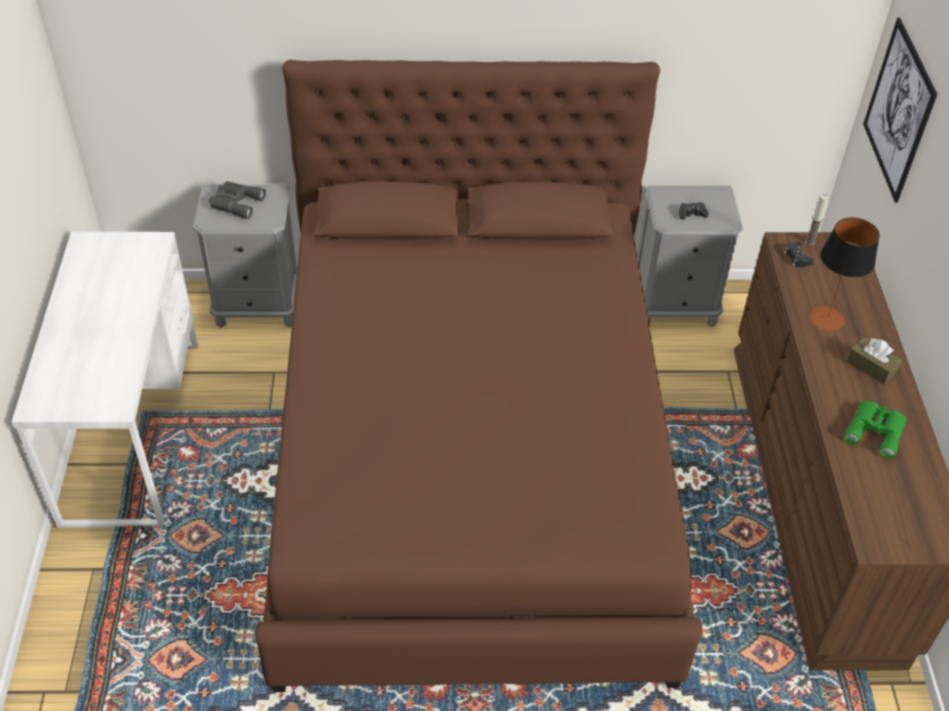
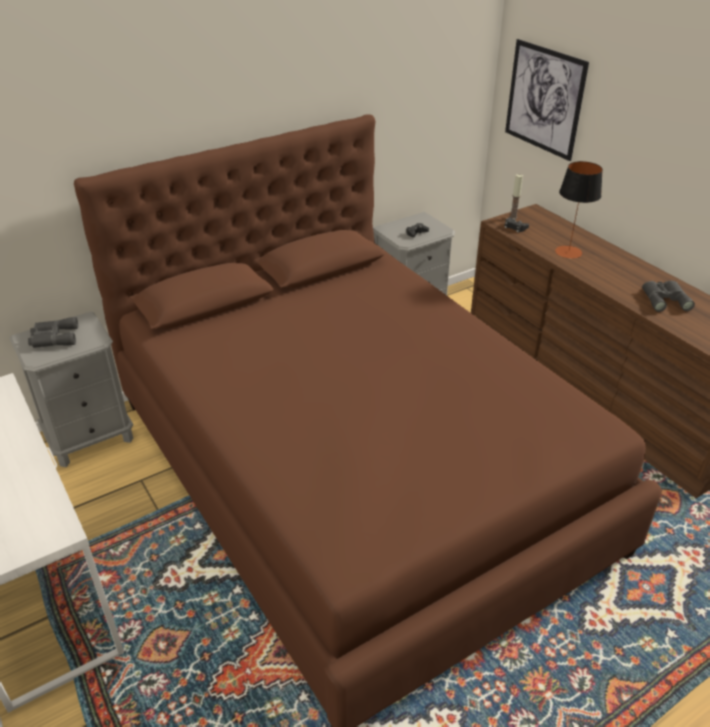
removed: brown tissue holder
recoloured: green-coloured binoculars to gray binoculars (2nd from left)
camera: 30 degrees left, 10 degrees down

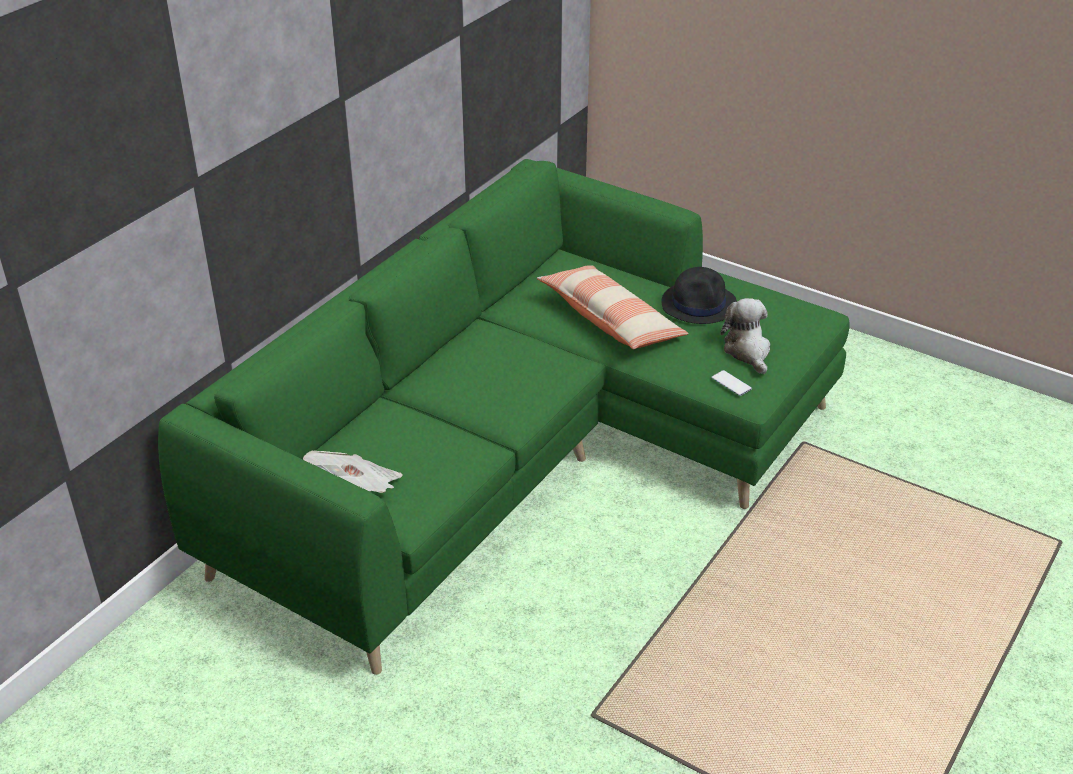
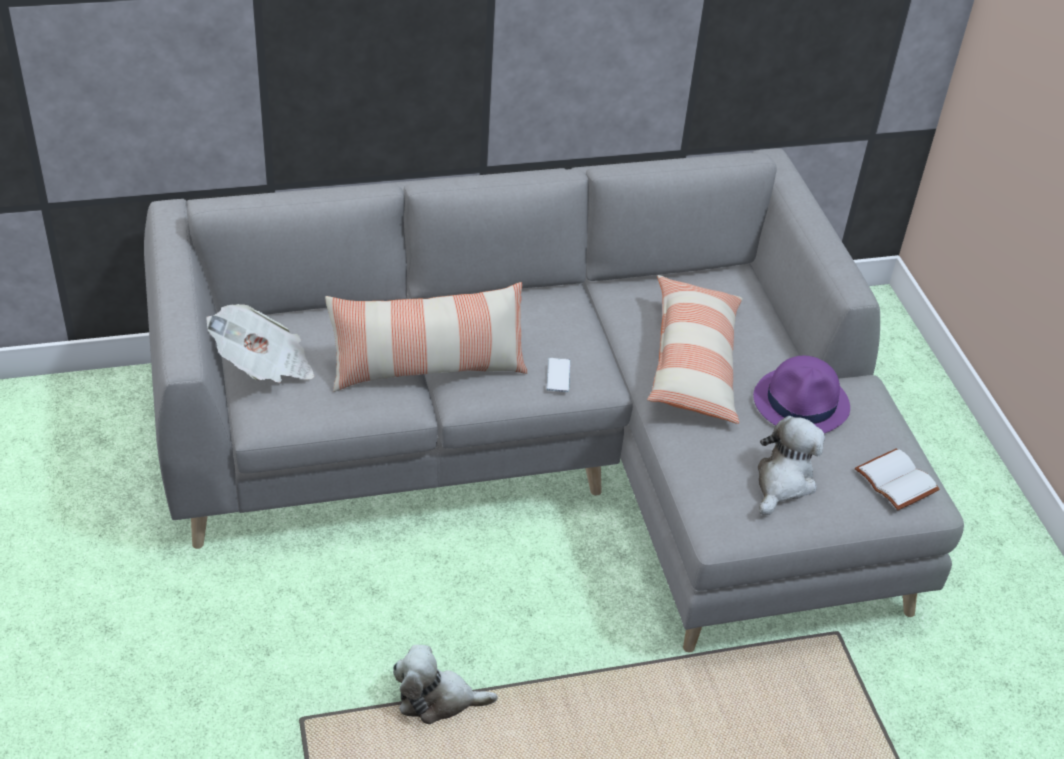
added: pillow (1st from left); whitish book; plush toy (1st from left)
moved: handset
recoloured: green-coloured couch to gray couch; blackish hat to purplish hat
camera: 40 degrees right, 5 degrees up

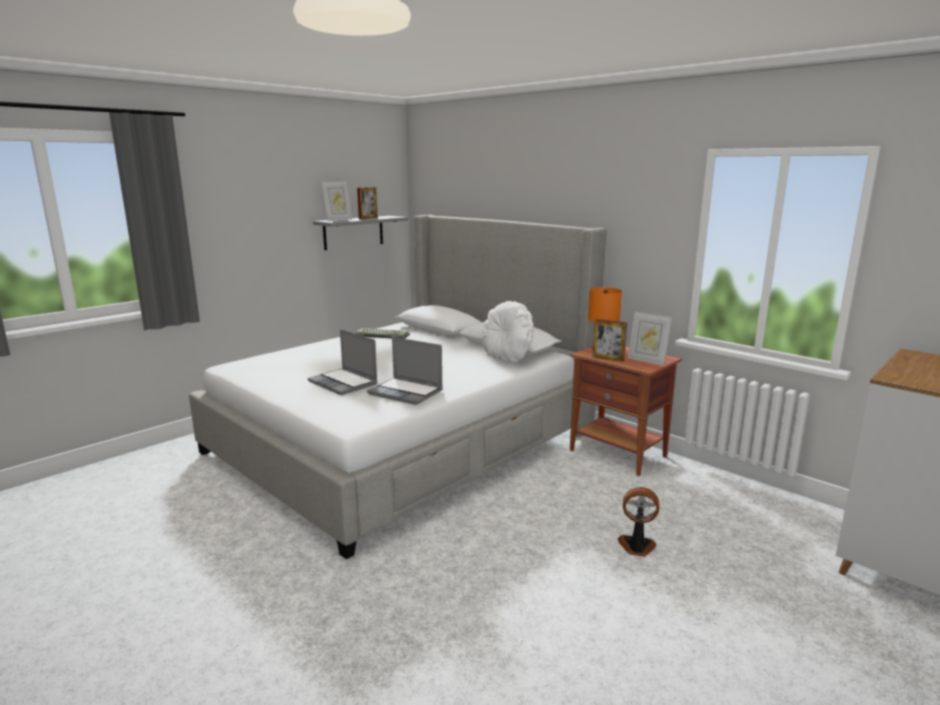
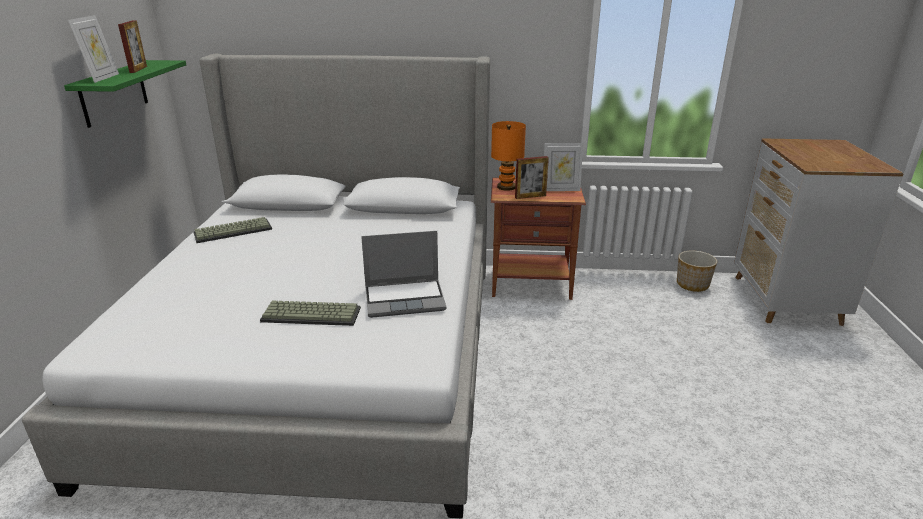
removed: whitish pillow; electric fan
added: flower pot
replaced: notebook computer (1st from left) to PC keyboard (2nd from left)
recoloured: gray bracket shelf to green-coloured bracket shelf
camera: 40 degrees left, 10 degrees up

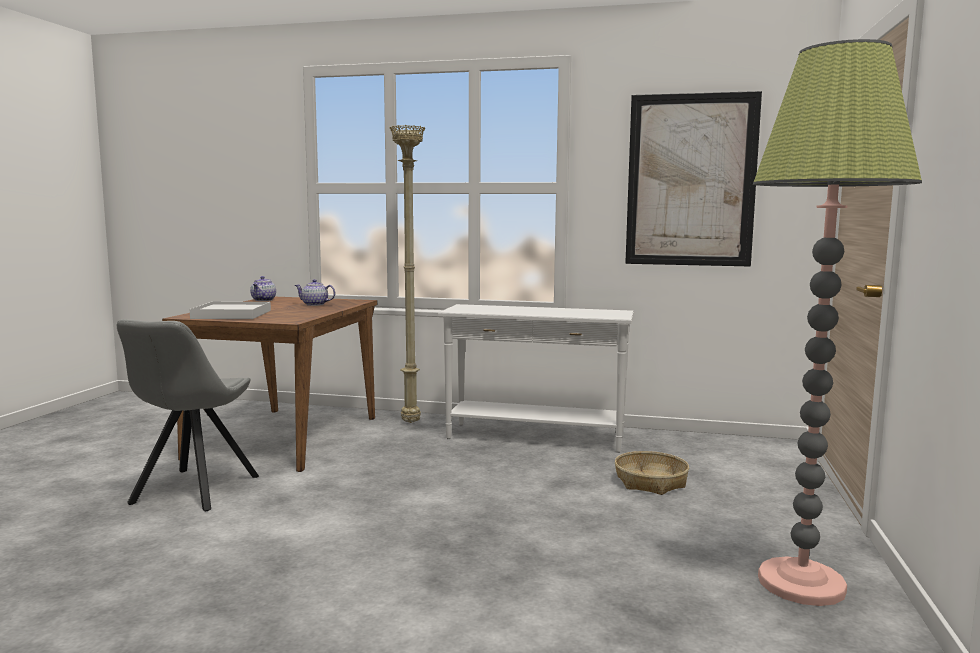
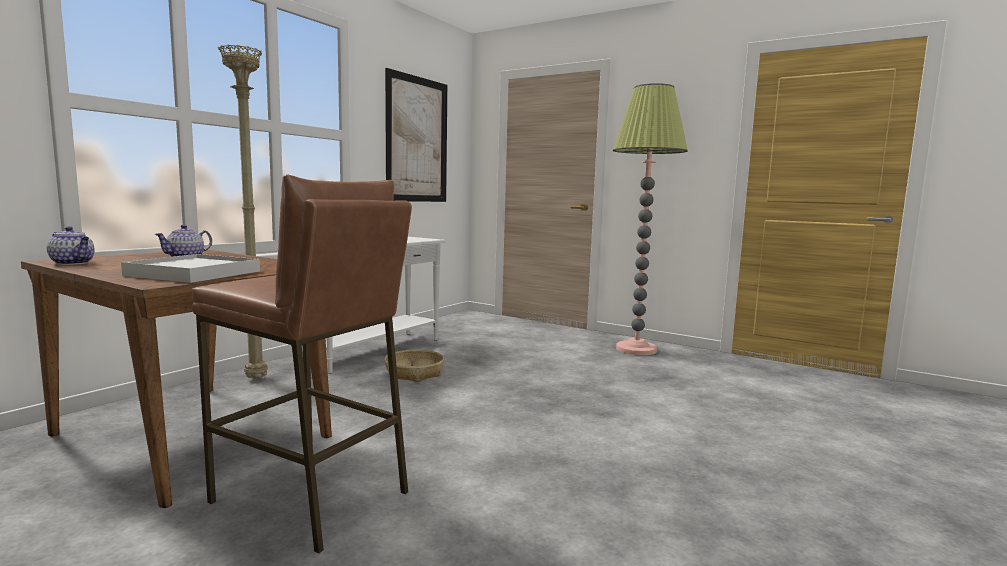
moved: basket
replaced: gray upright chair to brown stool
camera: 70 degrees left, 0 degrees up

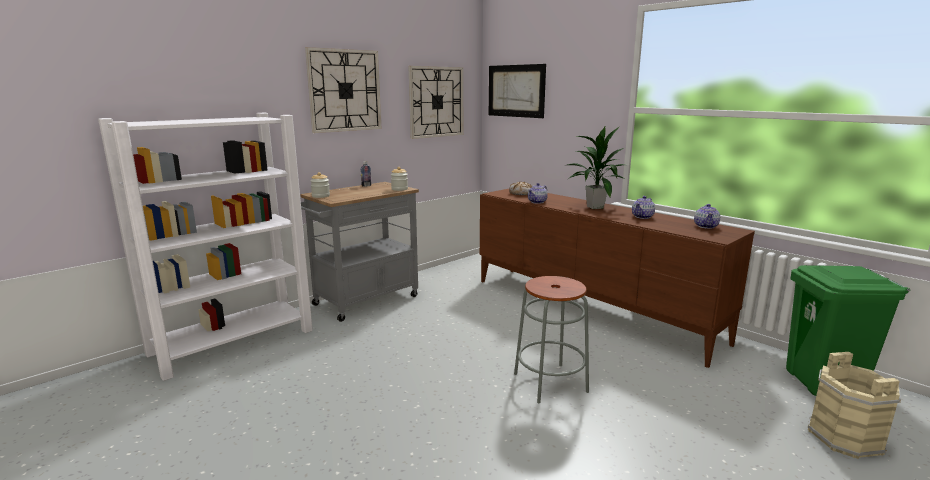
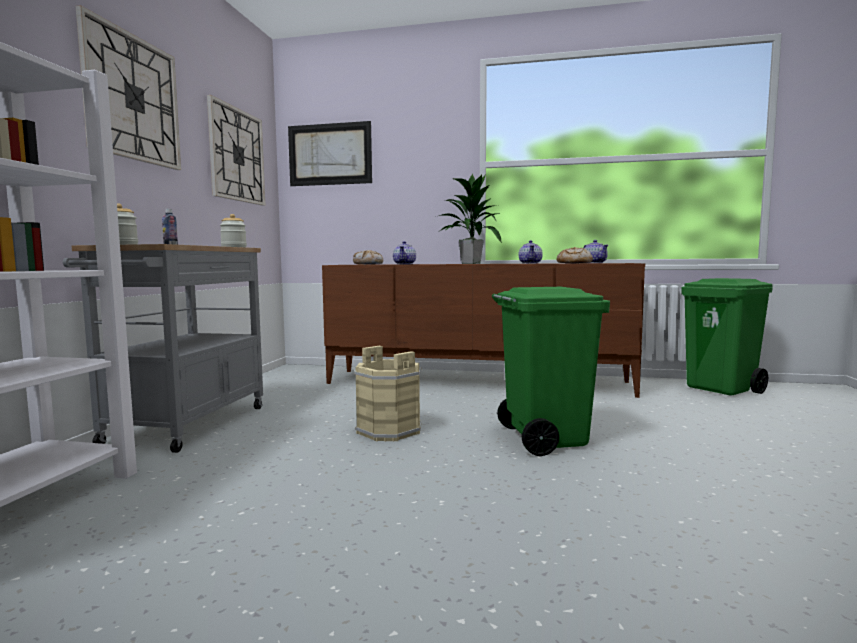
added: baked bread (2nd from left)
moved: beige-coloured pail
replaced: gray stool to green-coloured rubbish bin (1st from left)
camera: 35 degrees left, 10 degrees down

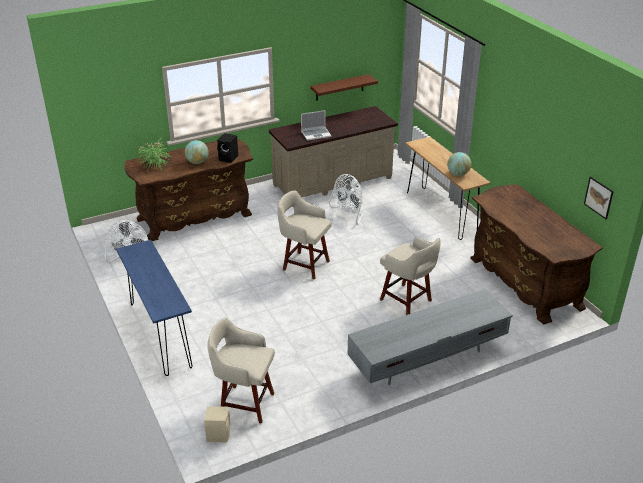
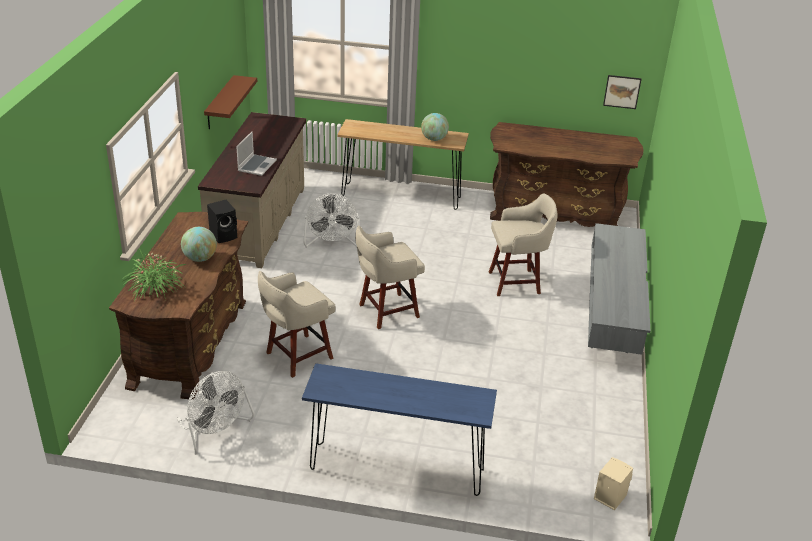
moved: beige-coloured stool (1st from left)
camera: 55 degrees left, 0 degrees up

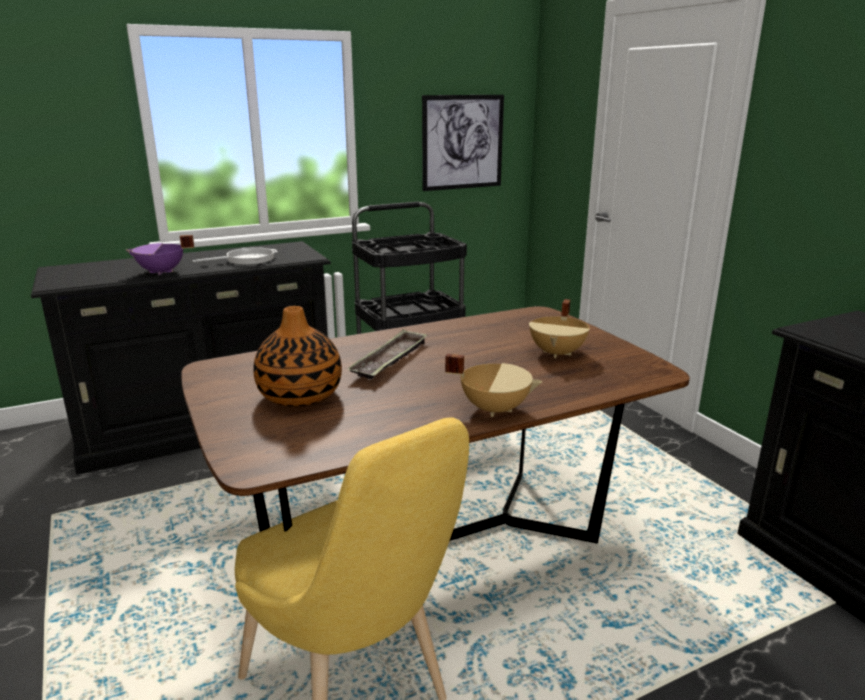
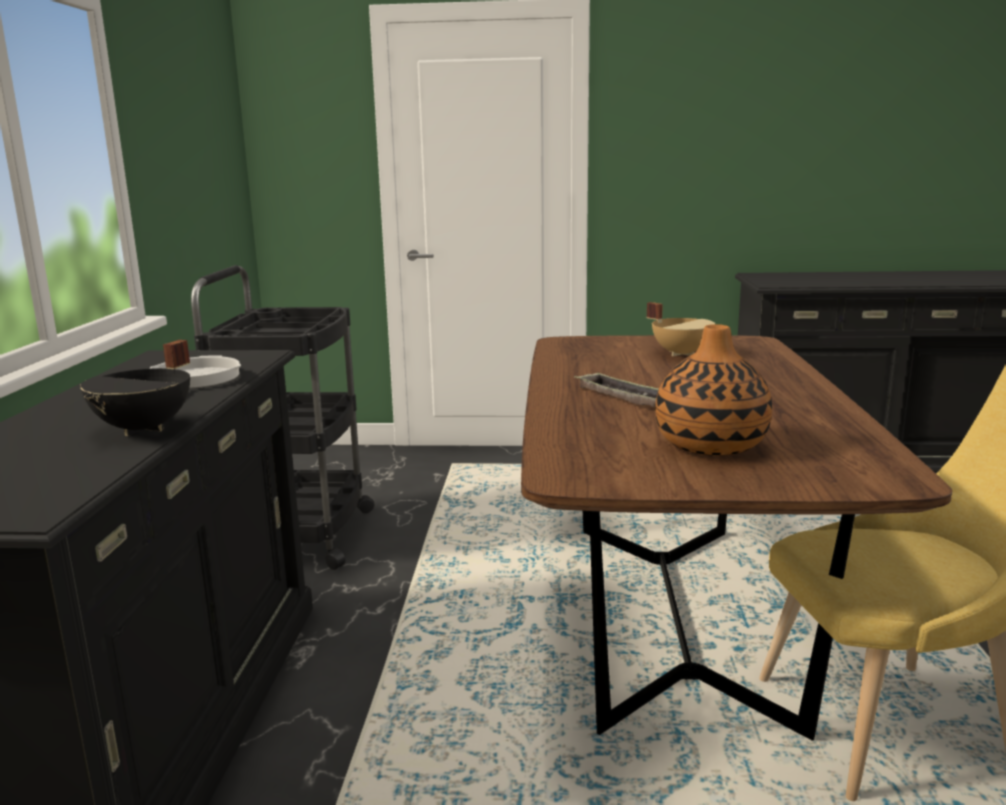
removed: picture; beige-coloured saucepot (1st from left)
recoloured: purplish saucepot to blackish saucepot
camera: 60 degrees left, 5 degrees down

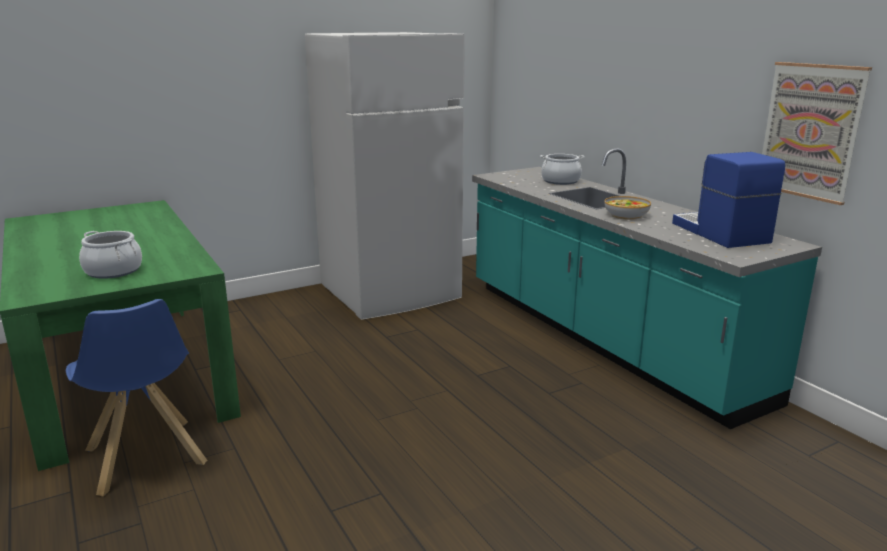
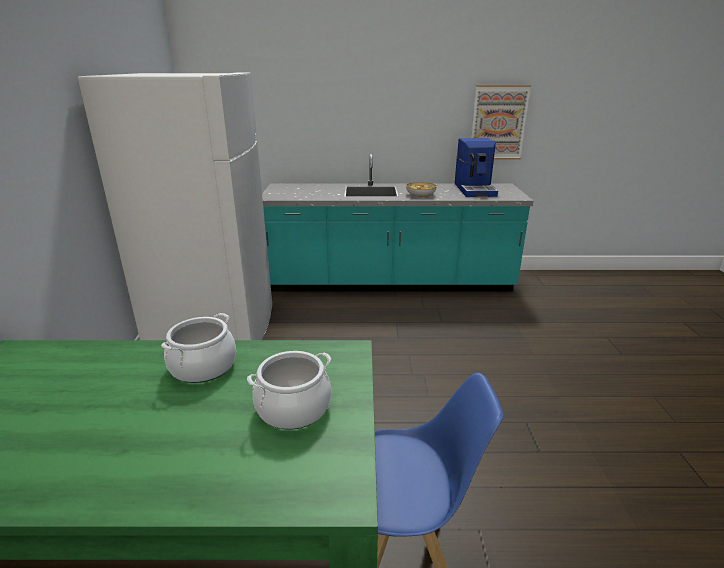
moved: saucepot (2nd from left in the first image) to saucepot (1st from left)
turned: coffee machine 105 degrees counterclockwise
camera: 60 degrees left, 5 degrees up

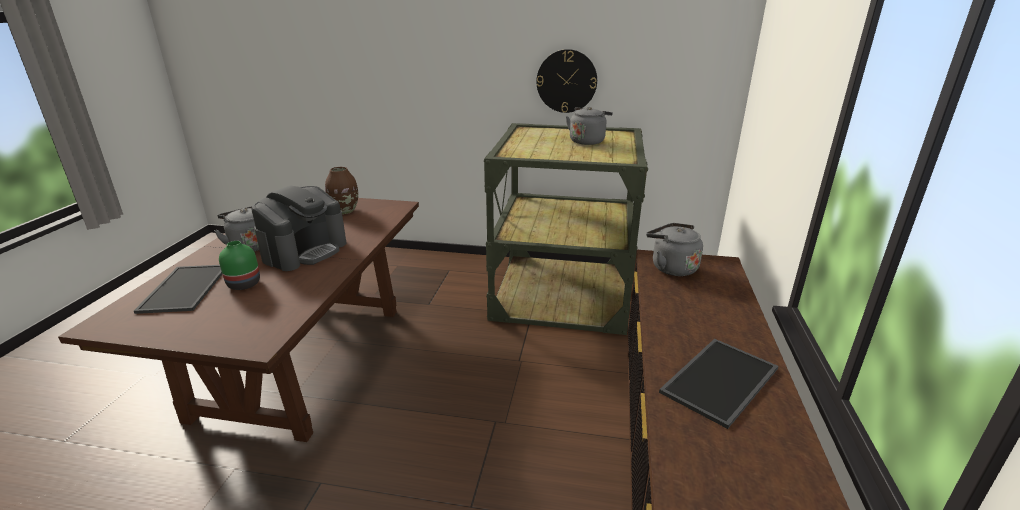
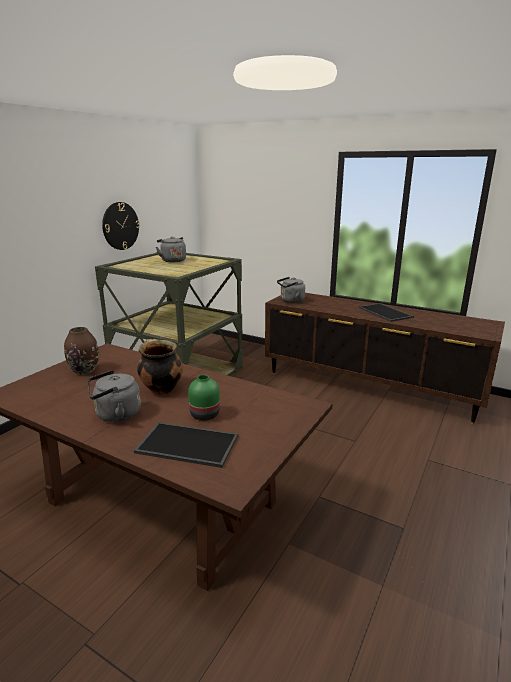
replaced: coffee machine to saucepot
camera: 70 degrees left, 5 degrees down

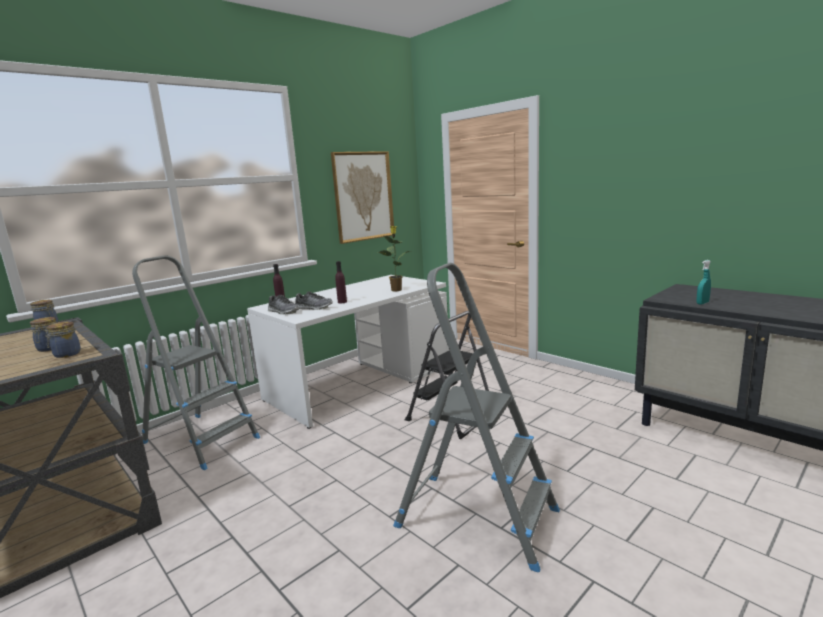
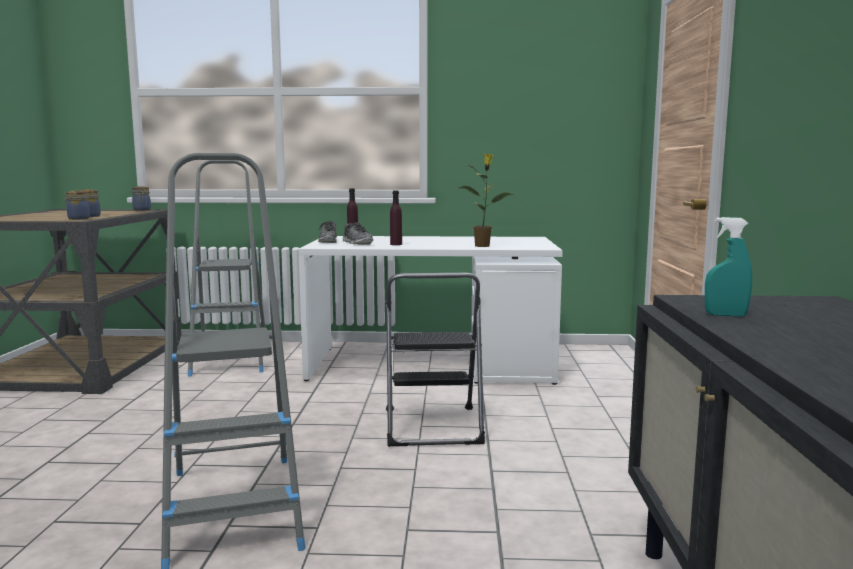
removed: picture
camera: 45 degrees right, 5 degrees down

